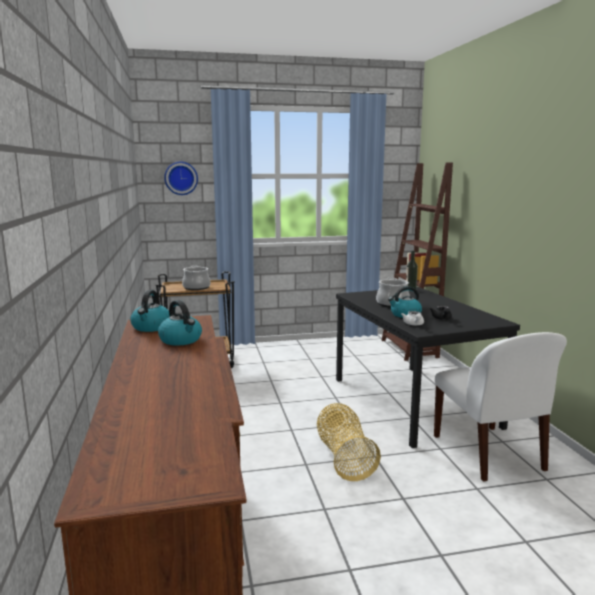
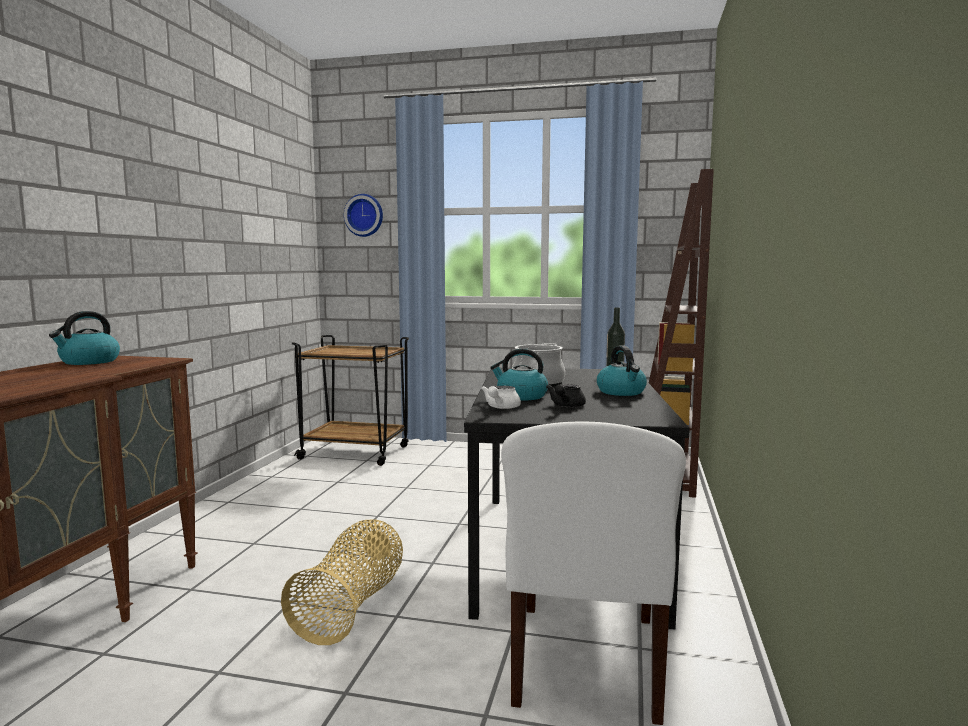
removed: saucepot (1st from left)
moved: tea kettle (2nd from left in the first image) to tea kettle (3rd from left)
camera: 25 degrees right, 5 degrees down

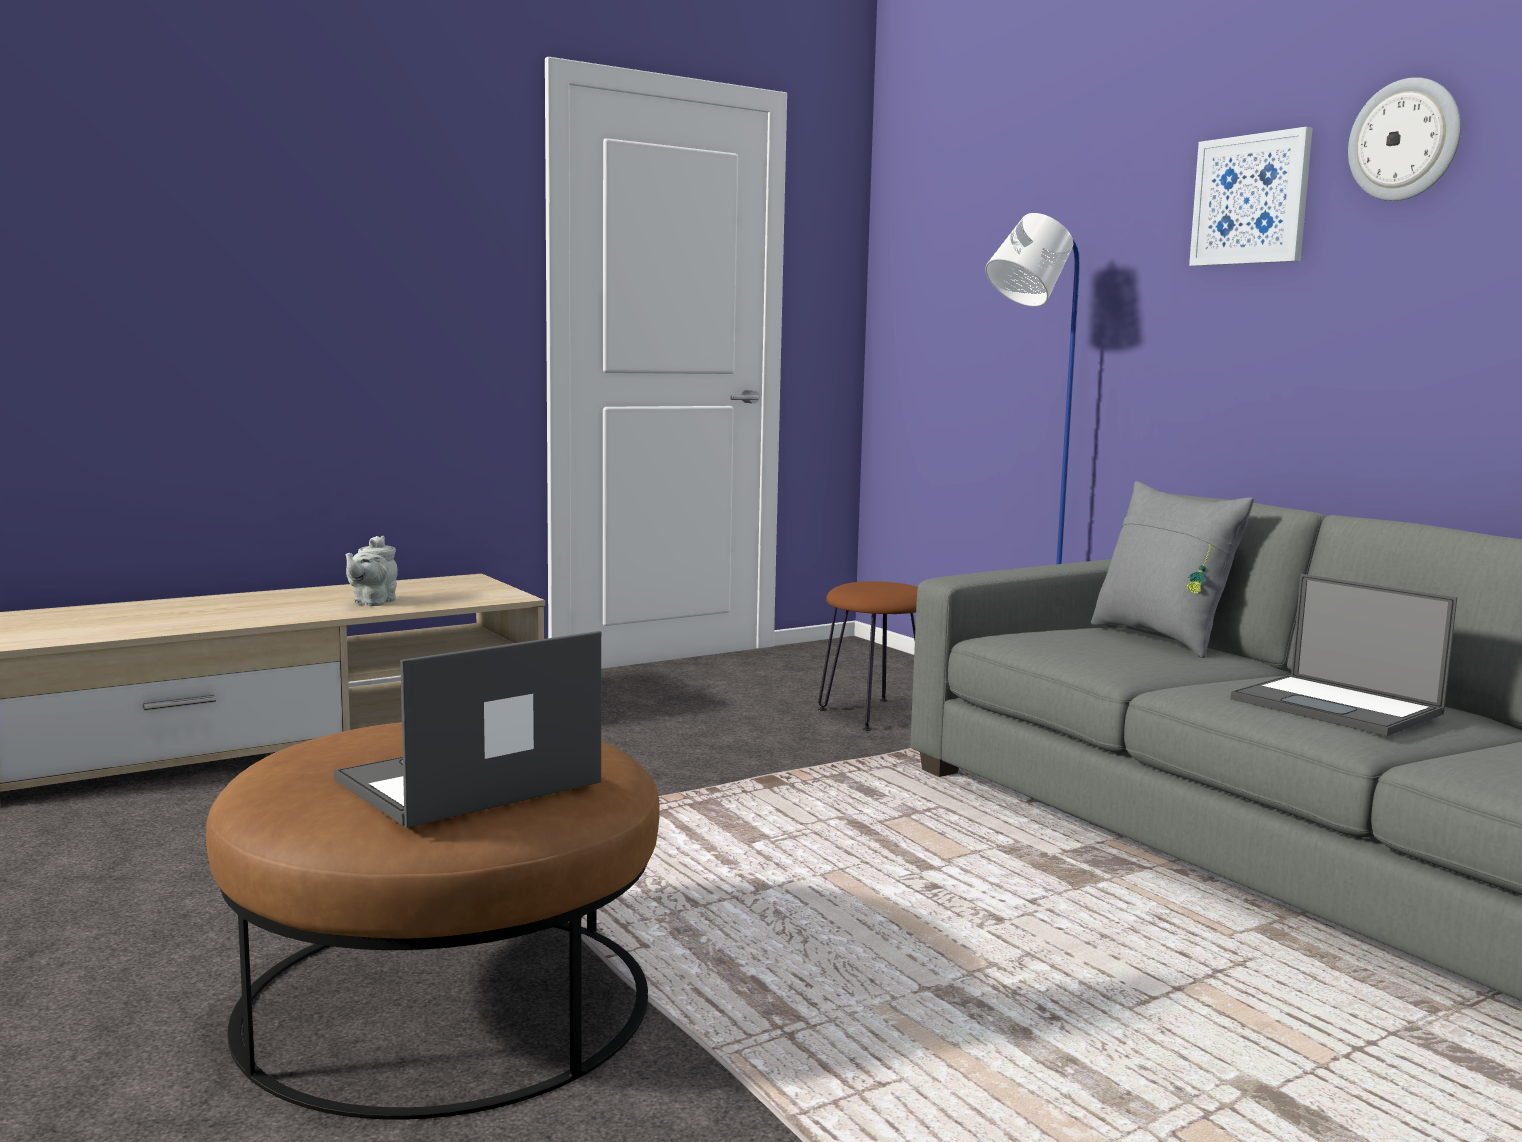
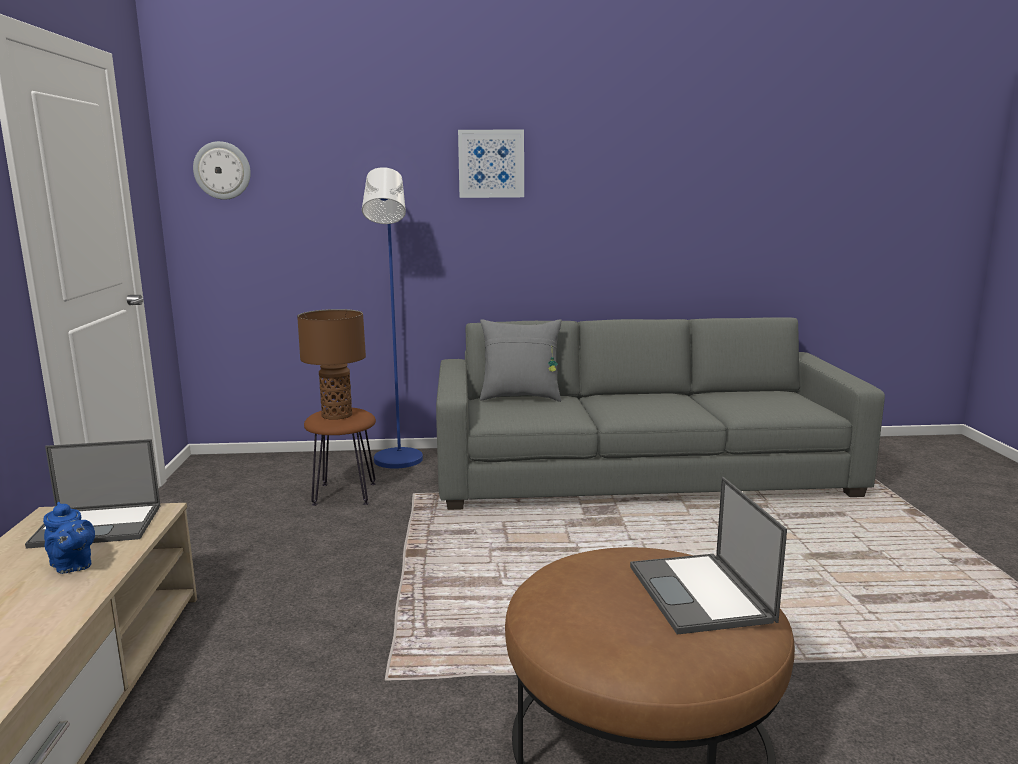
added: brown table lamp
moved: clock on the wall; notebook computer (2nd from left in the first image) to notebook computer (1st from left)
recoloured: gray pot for tea to blue pot for tea
camera: 60 degrees left, 5 degrees up

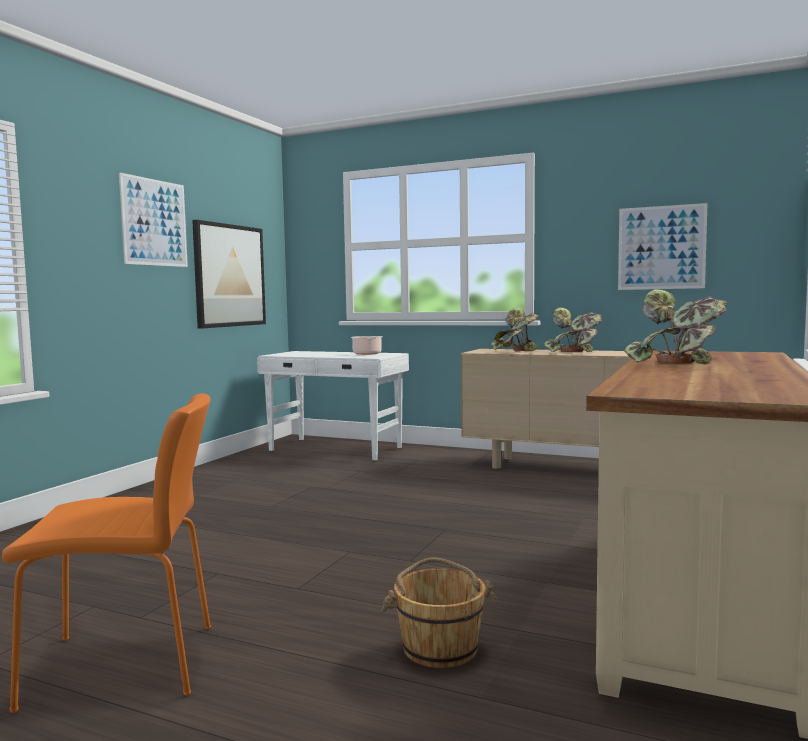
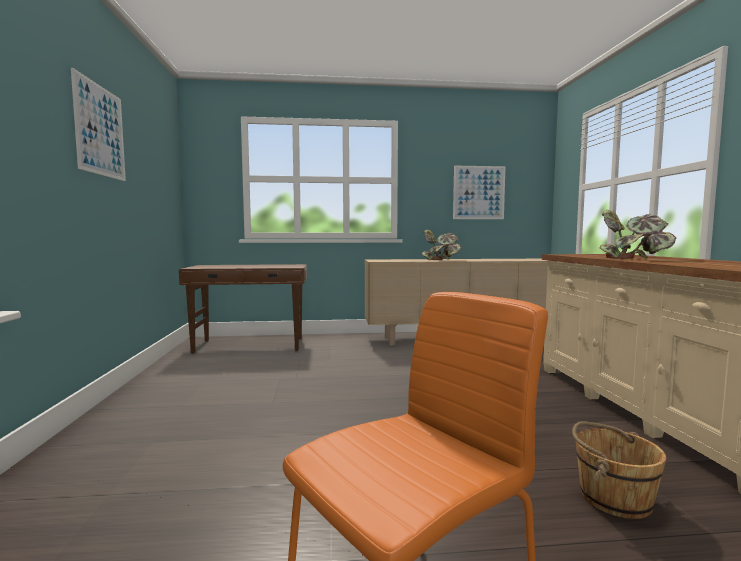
removed: picture (2nd from left); plant in a pot (1st from left); saucepot
recoloured: whitish hall table to brown hall table
camera: 30 degrees left, 0 degrees up

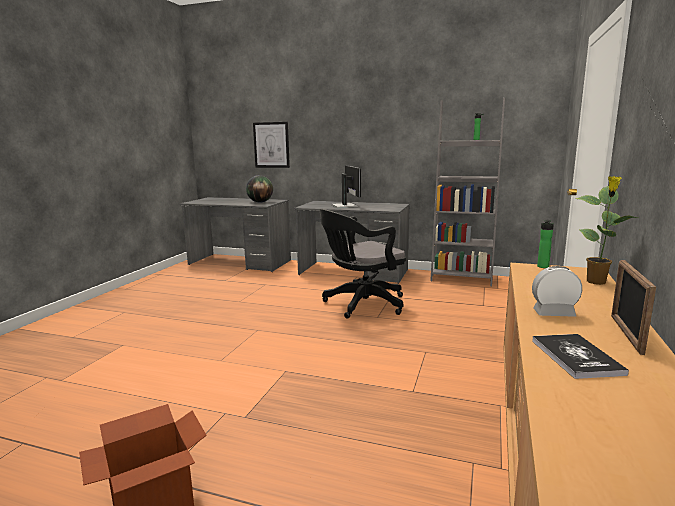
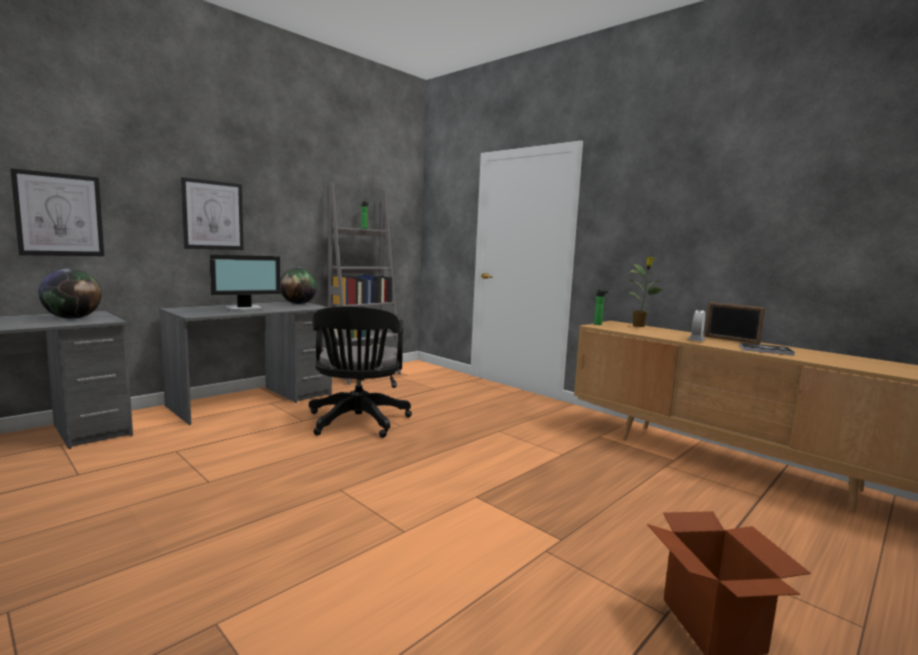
added: picture (2nd from left); desk globe (2nd from left)
turned: computer display 135 degrees clockwise
camera: 65 degrees left, 5 degrees down

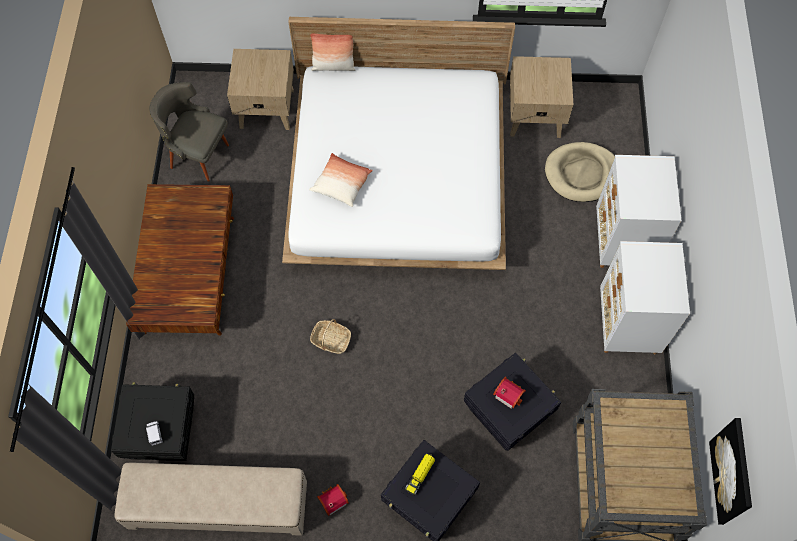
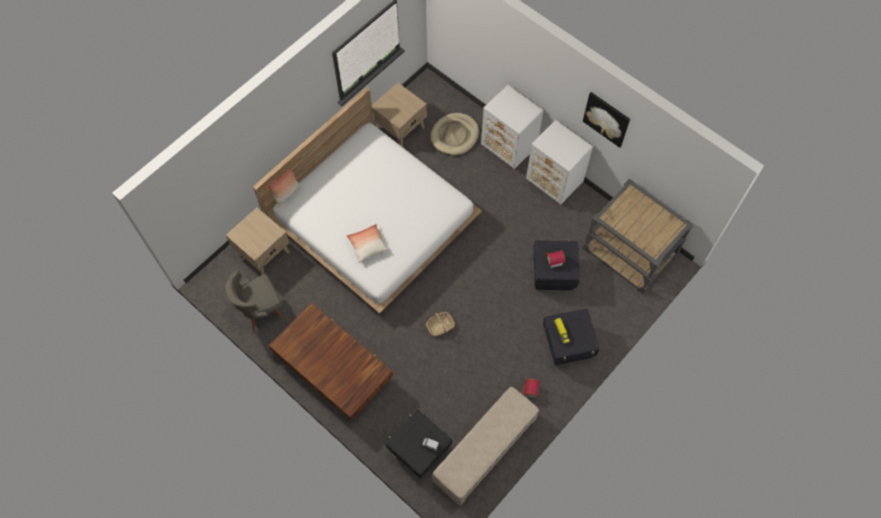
moved: picture
camera: 50 degrees left, 0 degrees up

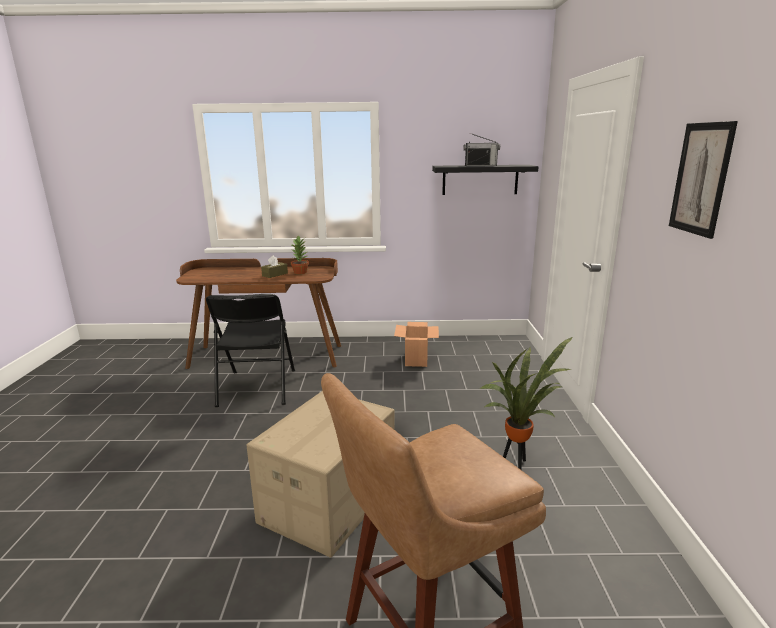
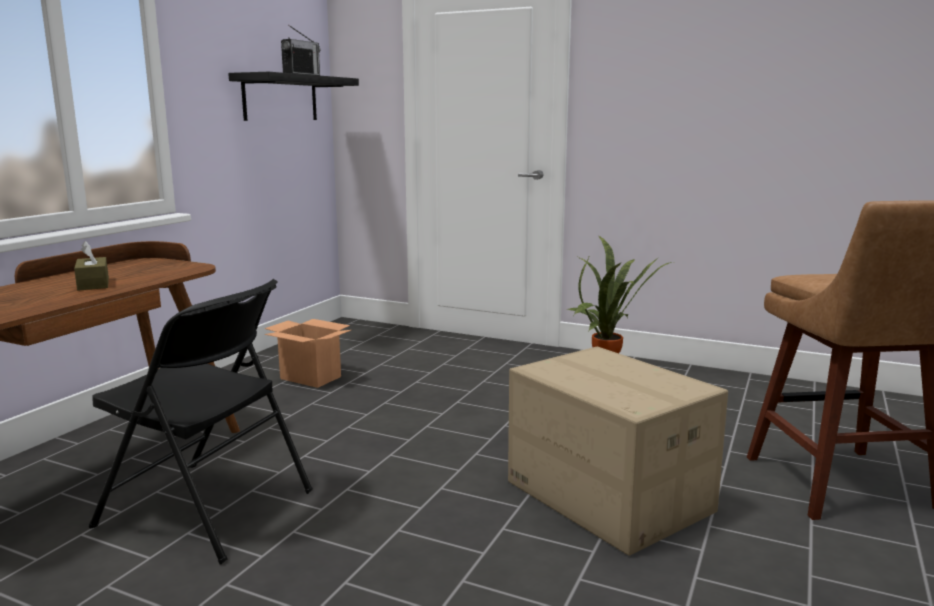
removed: picture; plant in a pot (1st from left)
camera: 65 degrees left, 5 degrees down

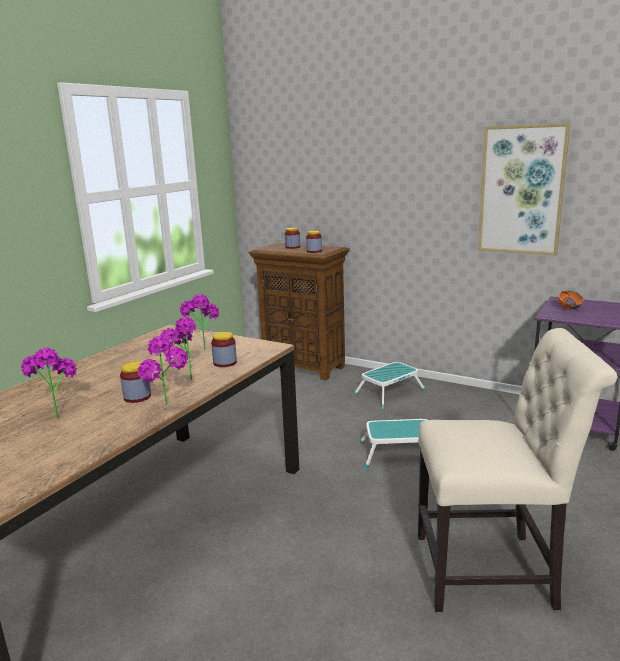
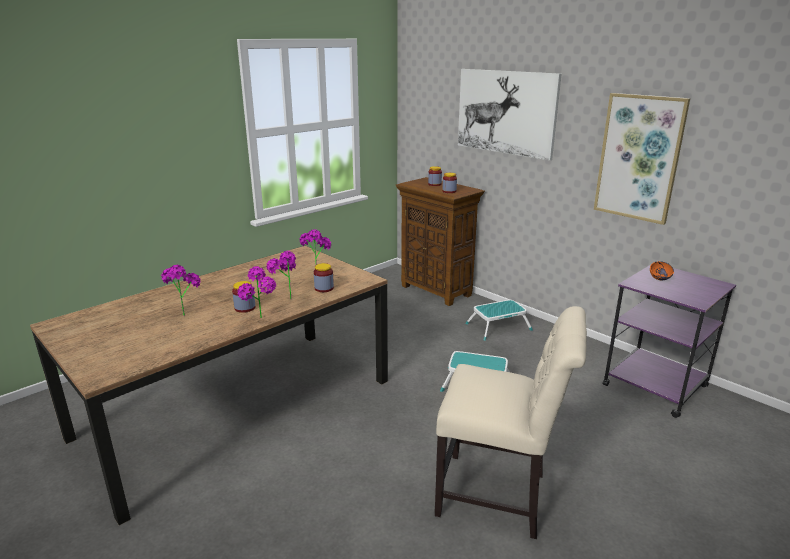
added: picture (1st from left)
camera: 15 degrees right, 5 degrees up

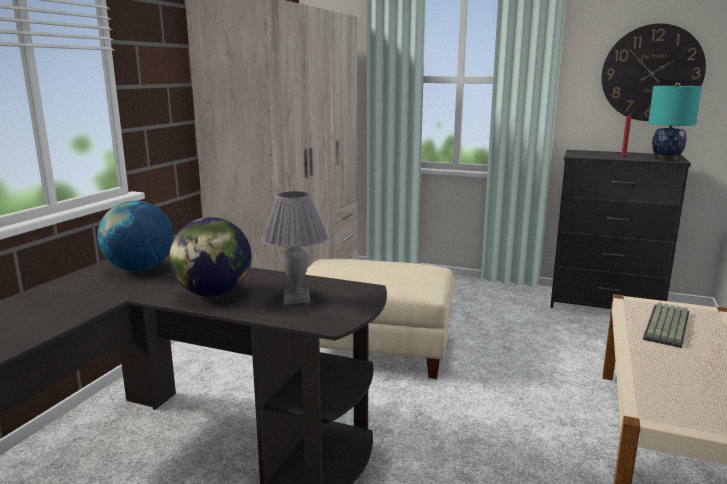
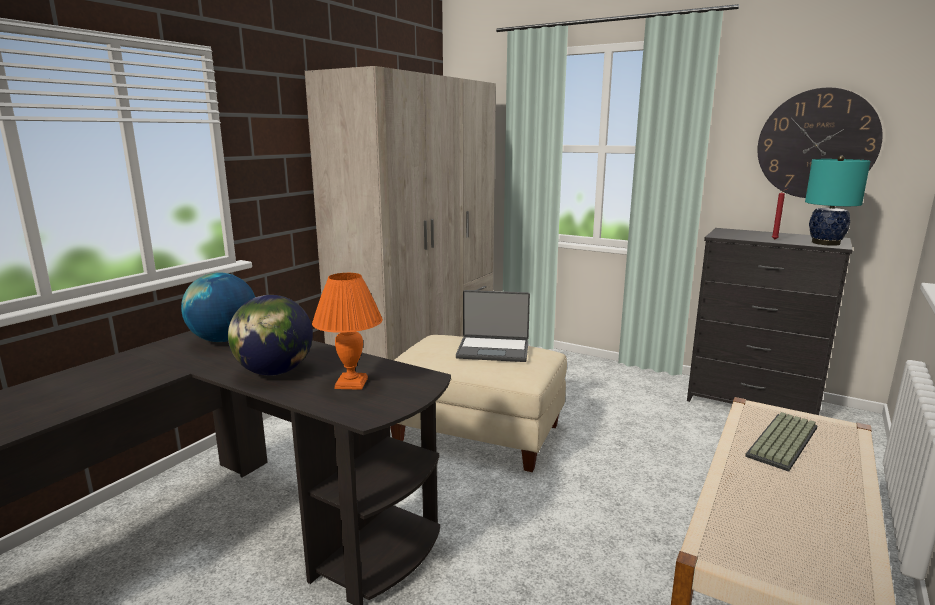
added: notebook computer
recoloured: gray table lamp to orange table lamp
camera: 10 degrees right, 0 degrees up

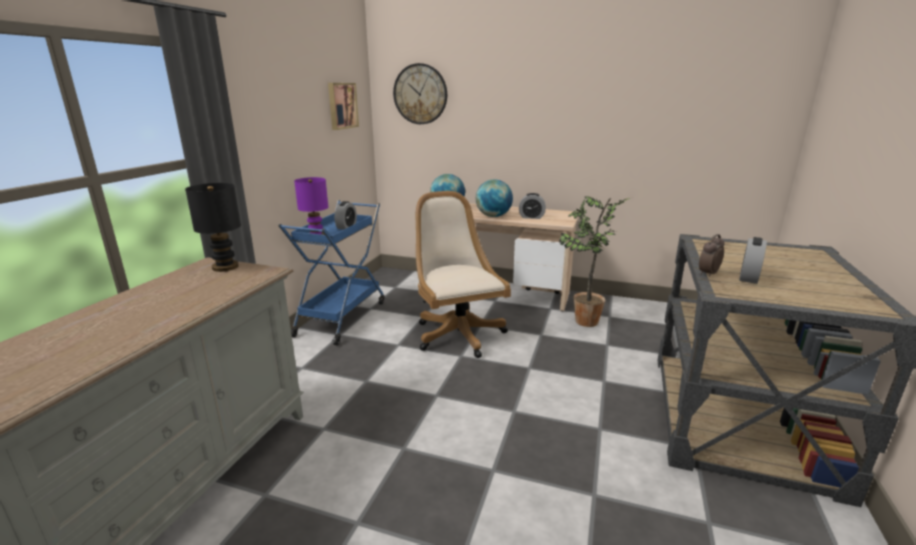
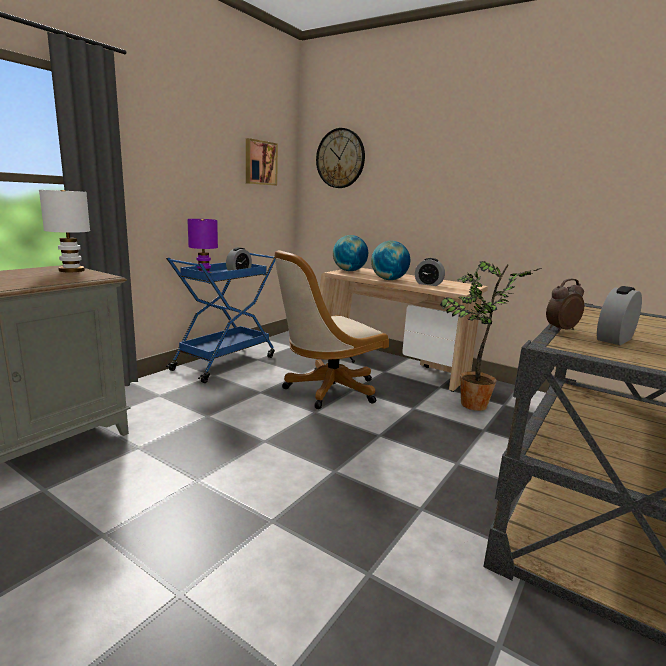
recoloured: blackish table lamp to whitish table lamp
turned: office chair 120 degrees counterclockwise
camera: 15 degrees right, 5 degrees down

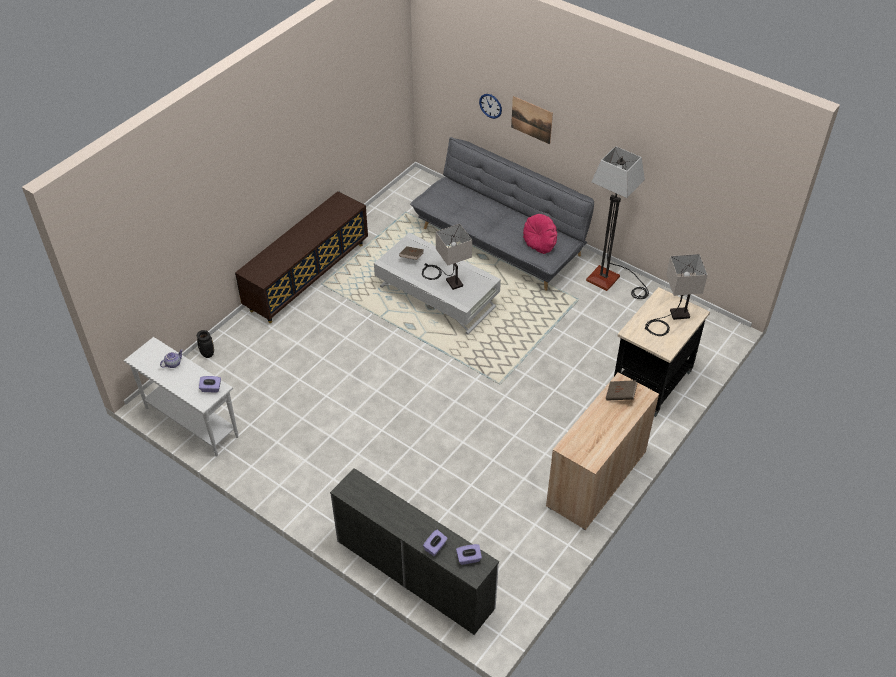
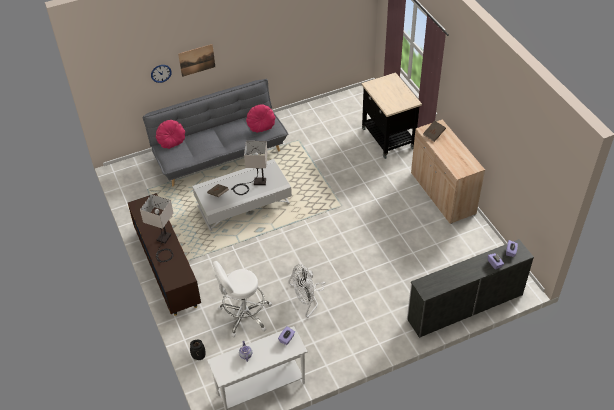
removed: standard lamp
added: pink pillow (1st from left); whitish stool; whitish electric fan
moved: table lamp (2nd from left in the first image) to table lamp (1st from left)
camera: 60 degrees left, 0 degrees up

